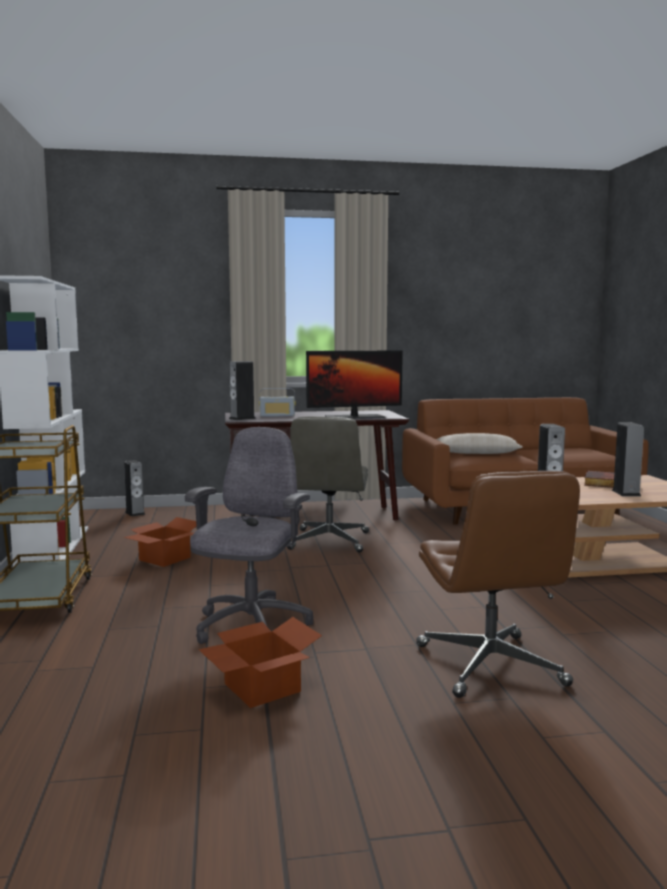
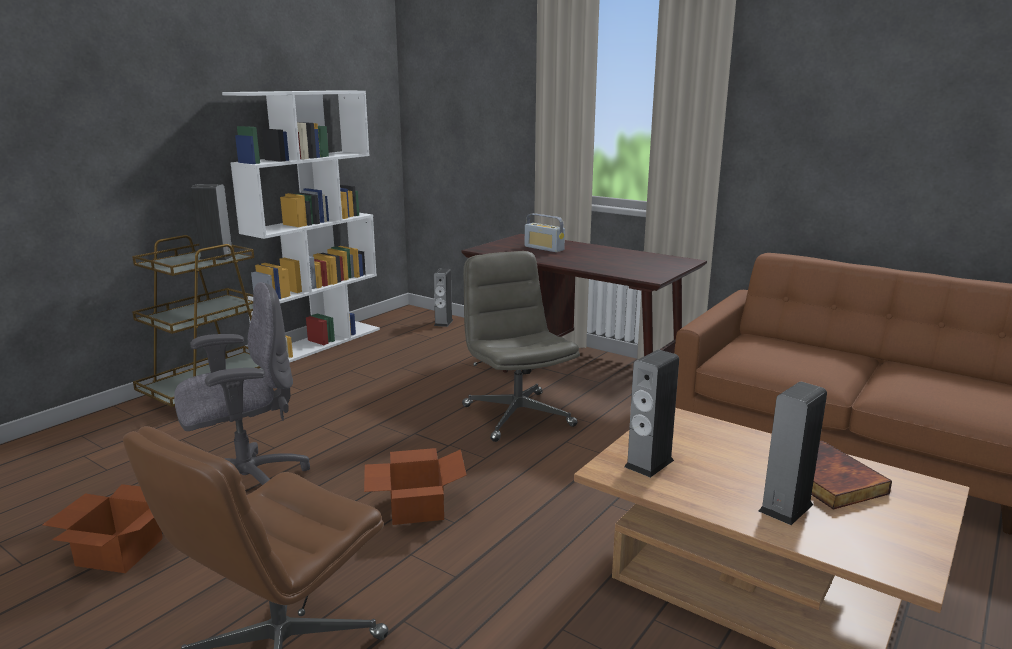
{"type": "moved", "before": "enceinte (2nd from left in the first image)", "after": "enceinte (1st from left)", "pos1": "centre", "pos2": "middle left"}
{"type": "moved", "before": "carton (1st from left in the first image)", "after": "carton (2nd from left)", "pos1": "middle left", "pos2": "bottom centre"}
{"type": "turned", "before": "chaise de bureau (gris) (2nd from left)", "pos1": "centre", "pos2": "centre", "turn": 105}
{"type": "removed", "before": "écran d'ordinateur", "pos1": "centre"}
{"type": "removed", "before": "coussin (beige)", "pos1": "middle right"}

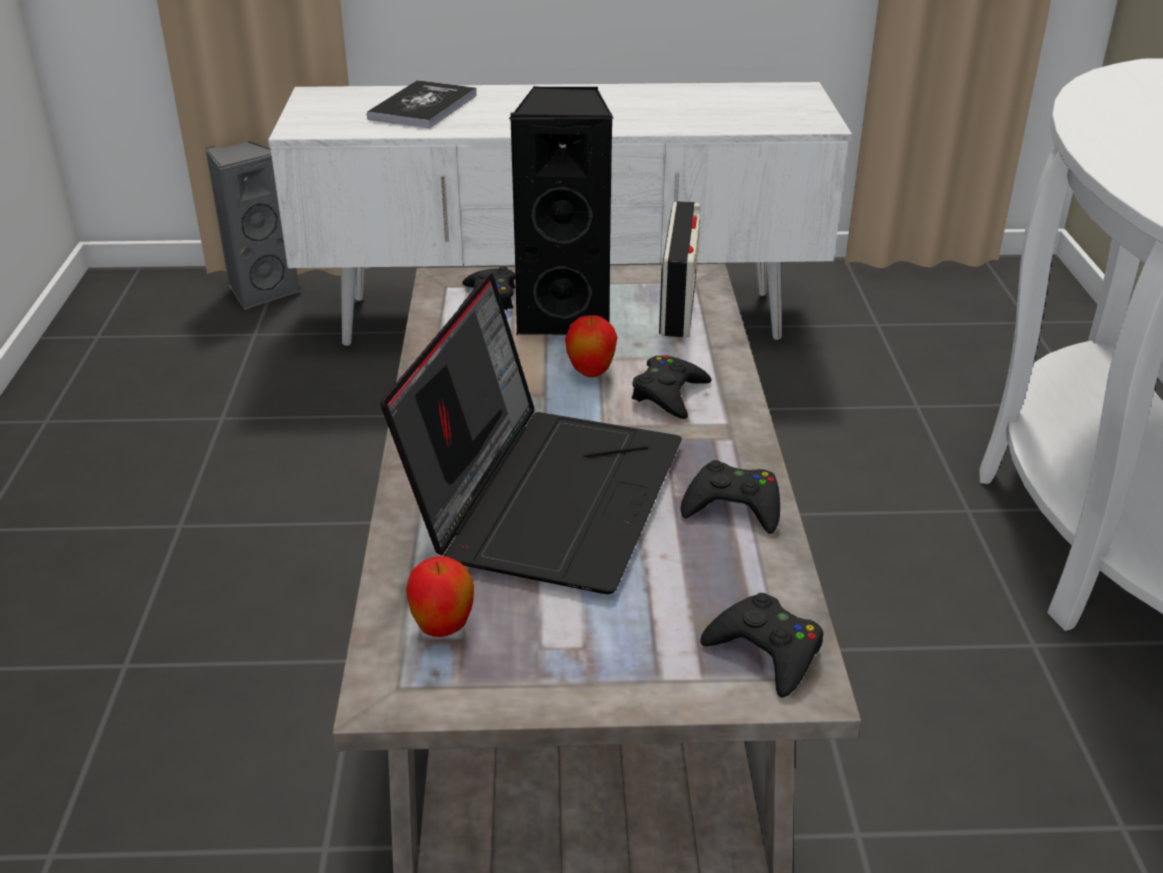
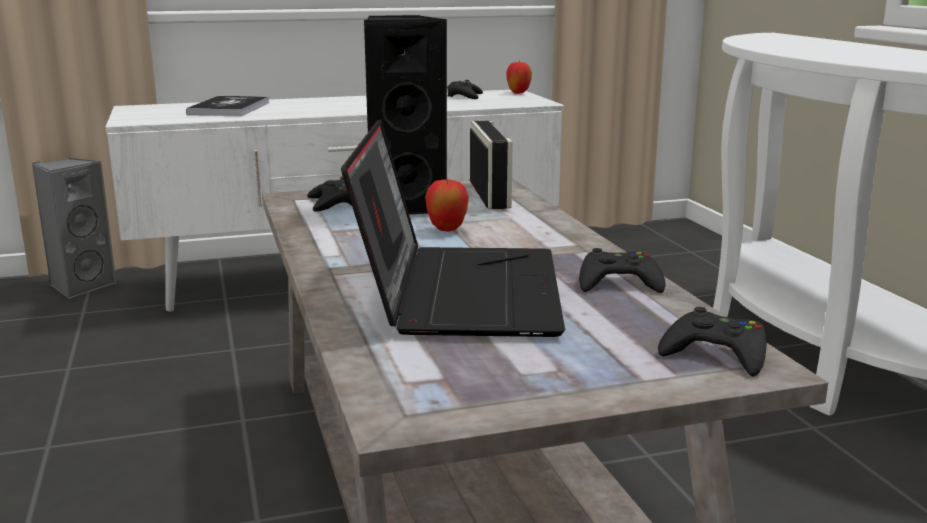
{"type": "moved", "before": "manette (noir) (2nd from left)", "pos1": "centre", "pos2": "top centre"}
{"type": "moved", "before": "pomme (1st from left in the first image)", "after": "pomme (2nd from left)", "pos1": "bottom centre", "pos2": "top centre"}

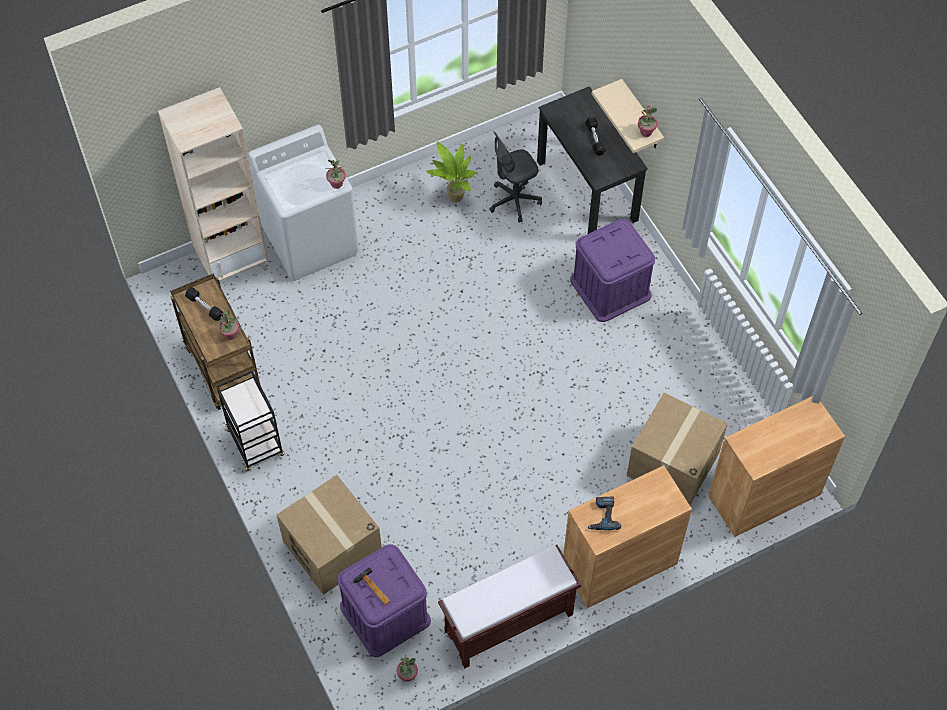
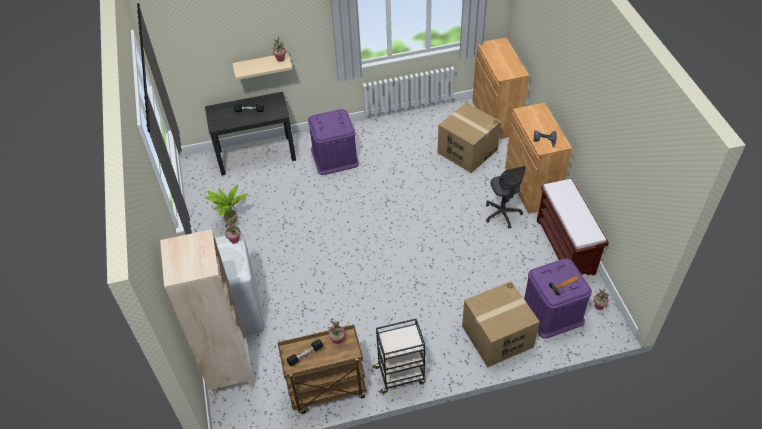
{"type": "moved", "before": "chaise de bureau (gris)", "pos1": "top centre", "pos2": "centre"}

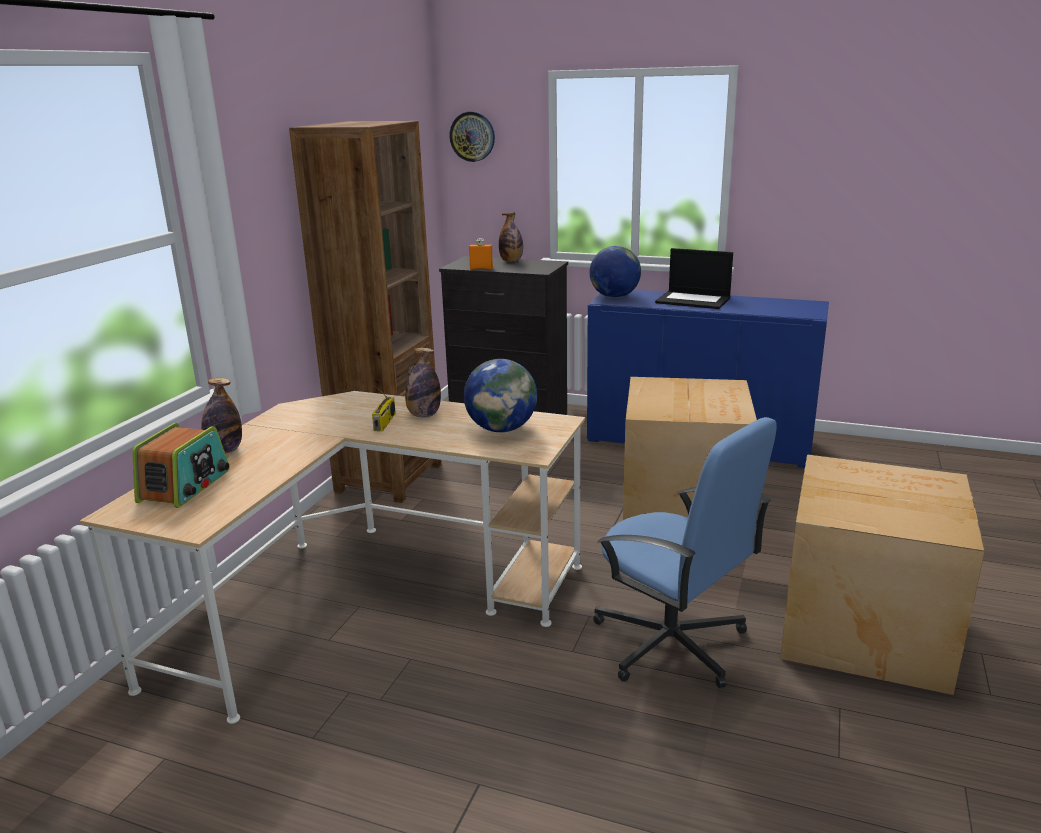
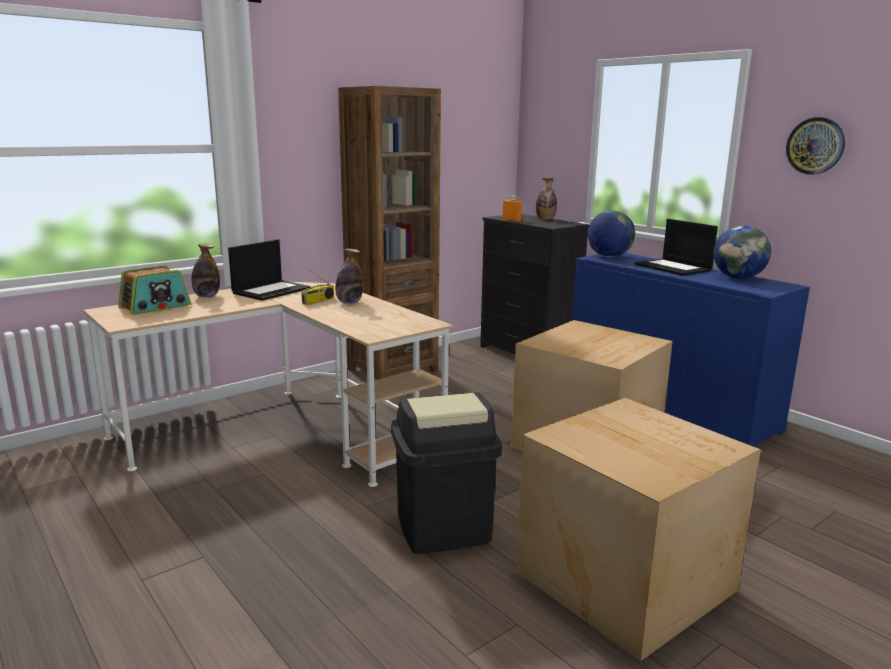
{"type": "added", "after": "ordinateur portable (1st from left)", "pos2": "middle left"}
{"type": "replaced", "before": "chaise de bureau (bleu)", "after": "poubelle (noir)", "pos1": "centre", "pos2": "bottom centre"}
{"type": "moved", "before": "globe (1st from left in the first image)", "after": "globe (2nd from left)", "pos1": "centre", "pos2": "middle right"}
{"type": "moved", "before": "horloge murale", "pos1": "top centre", "pos2": "top right"}

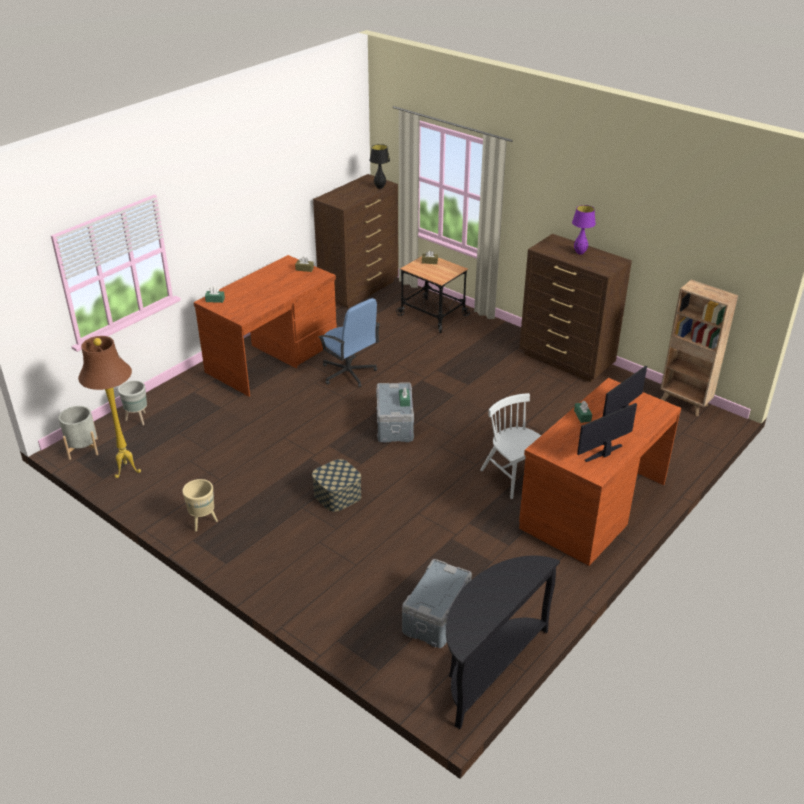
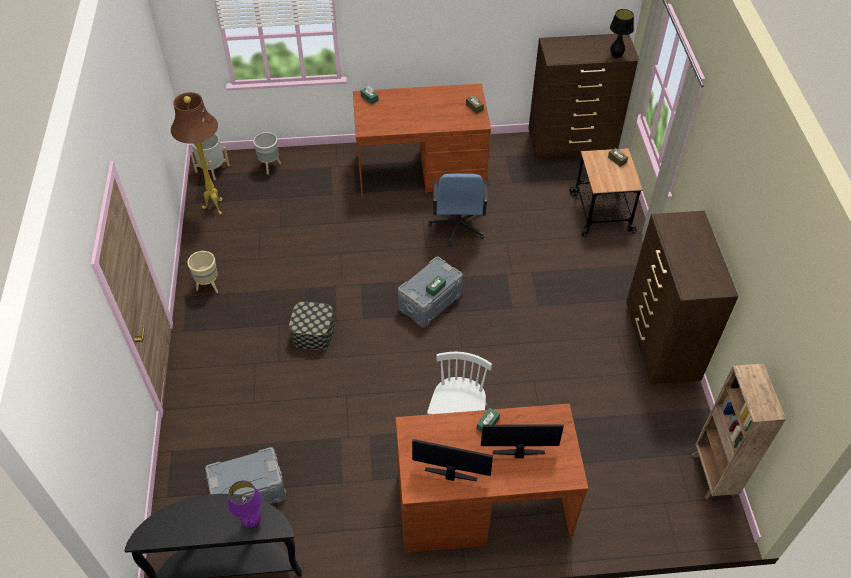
{"type": "moved", "before": "lampe de table (violet)", "pos1": "top right", "pos2": "bottom left"}

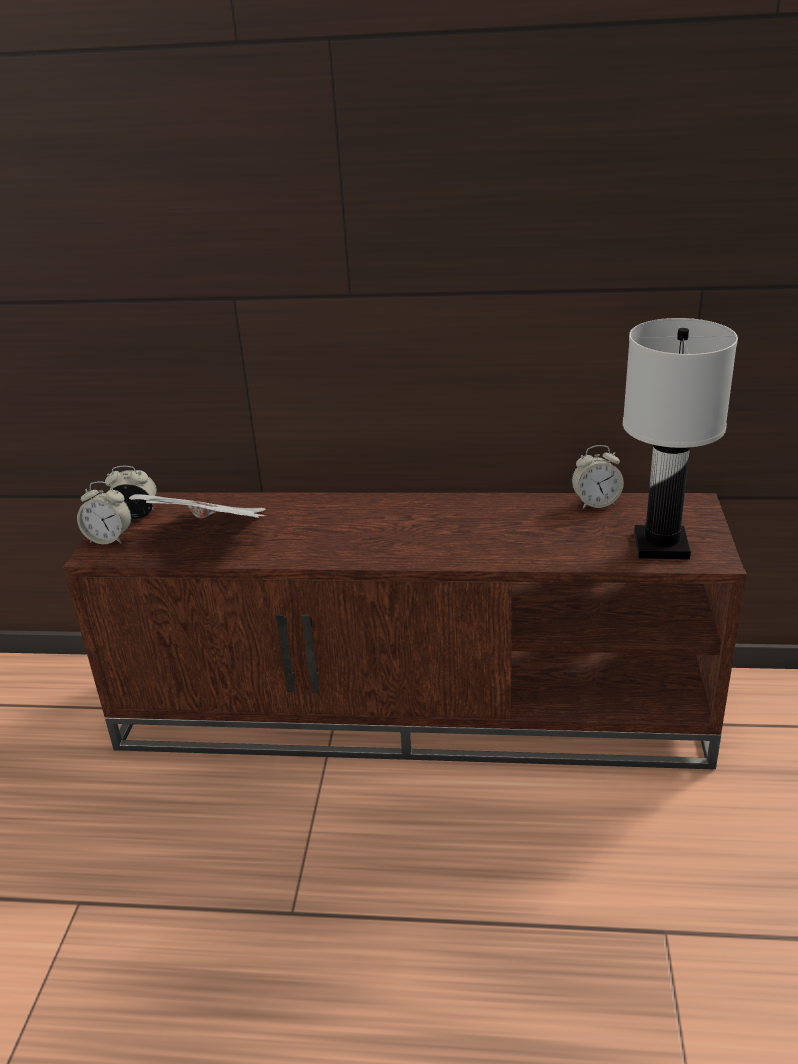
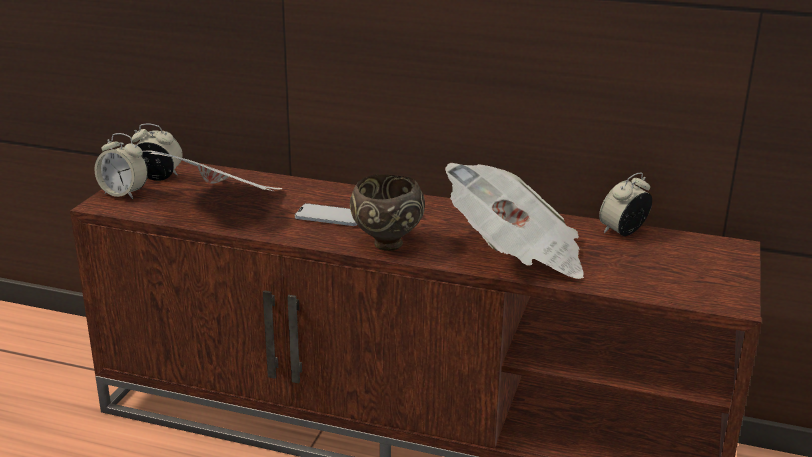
{"type": "added", "after": "téléphone", "pos2": "centre"}
{"type": "added", "after": "bol (marron)", "pos2": "centre"}
{"type": "added", "after": "journal (2nd from left)", "pos2": "centre"}
{"type": "turned", "before": "réveil (3rd from left)", "pos1": "middle right", "pos2": "middle right", "turn": 135}
{"type": "removed", "before": "lampe de table (blanc)", "pos1": "middle right"}

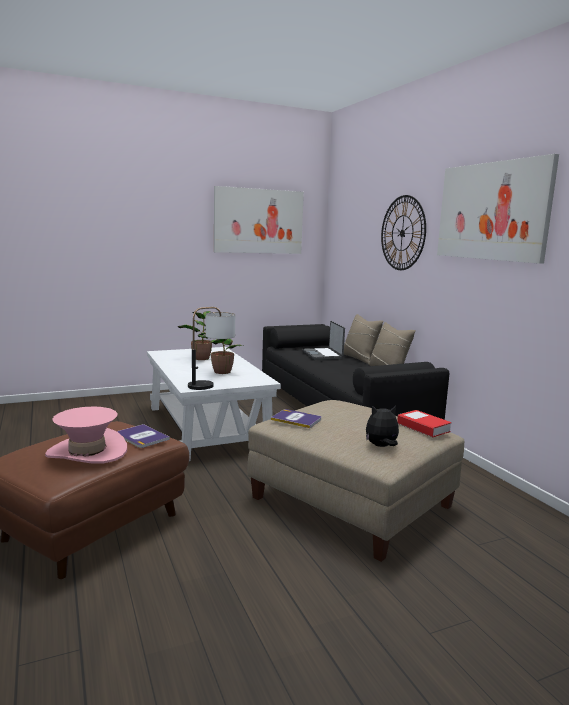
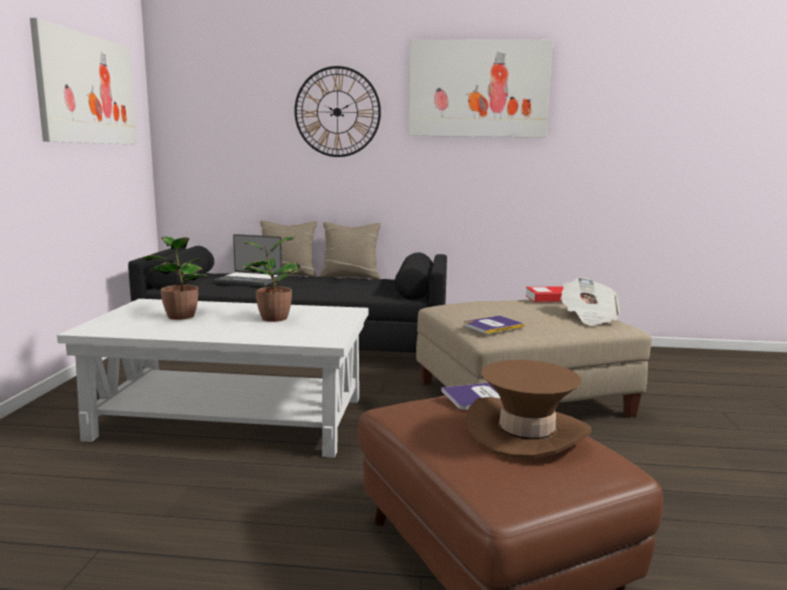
{"type": "recoloured", "before": "chapeau (rose)", "after": "chapeau (marron)", "pos1": "middle left", "pos2": "bottom right"}
{"type": "replaced", "before": "peluche", "after": "journal", "pos1": "middle right", "pos2": "middle right"}
{"type": "removed", "before": "lampe de table", "pos1": "centre"}

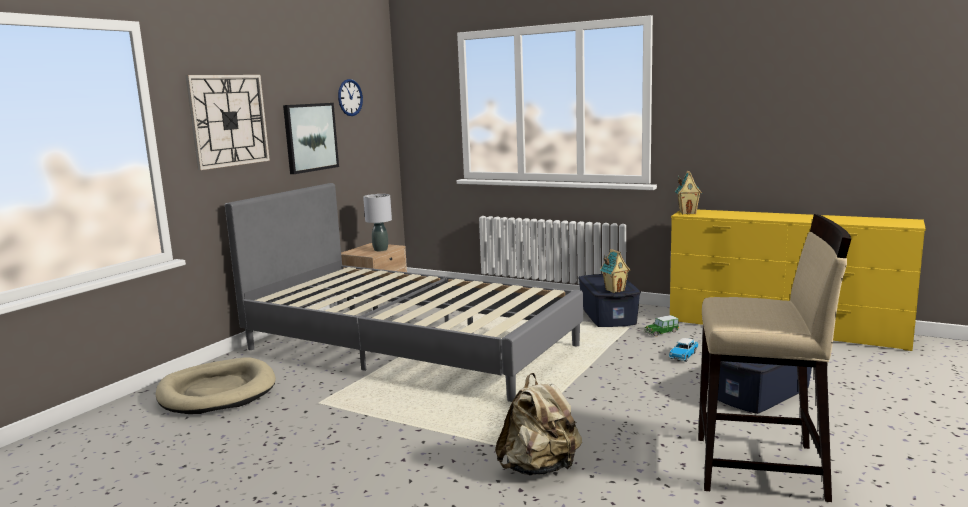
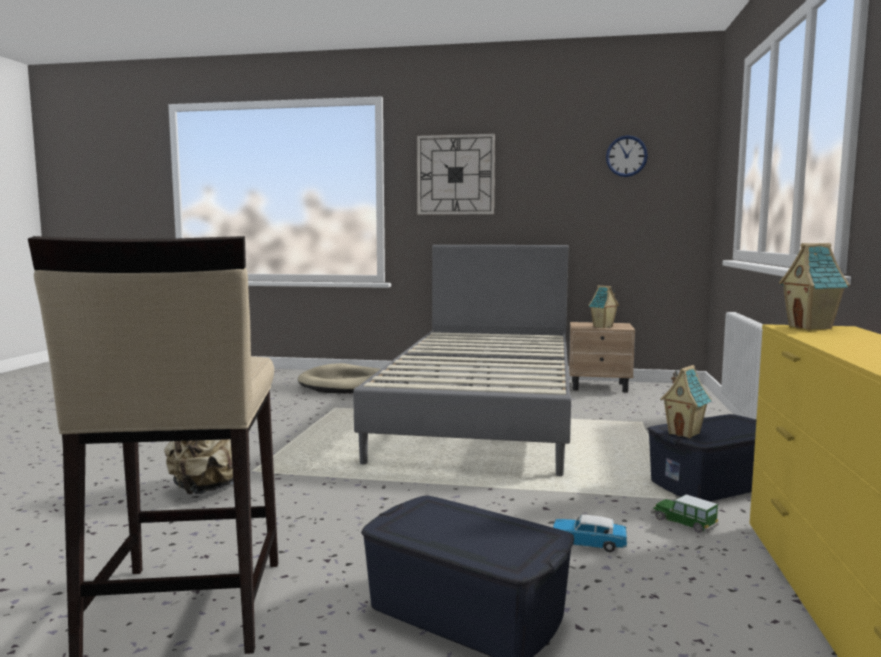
{"type": "replaced", "before": "lampe de table (gris)", "after": "maison miniature (1st from left)", "pos1": "centre", "pos2": "middle right"}
{"type": "removed", "before": "tableau", "pos1": "top left"}

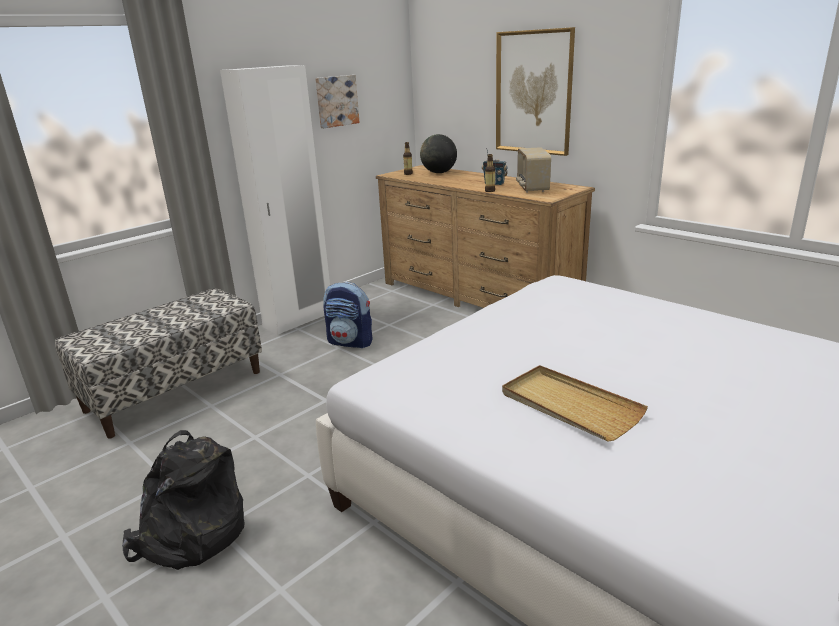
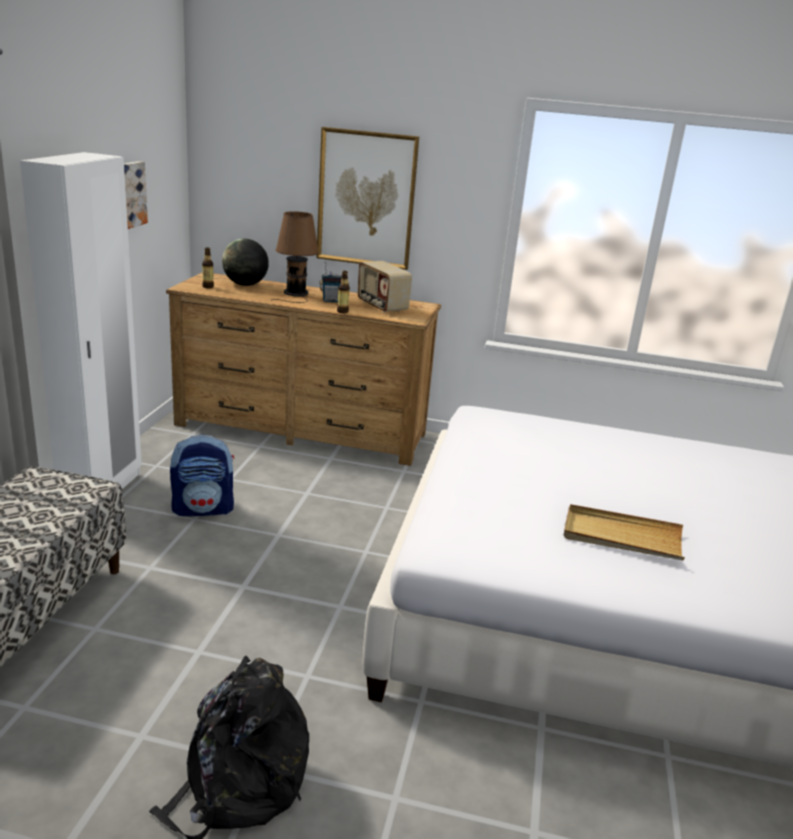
{"type": "added", "after": "lampe de table (marron)", "pos2": "top centre"}

